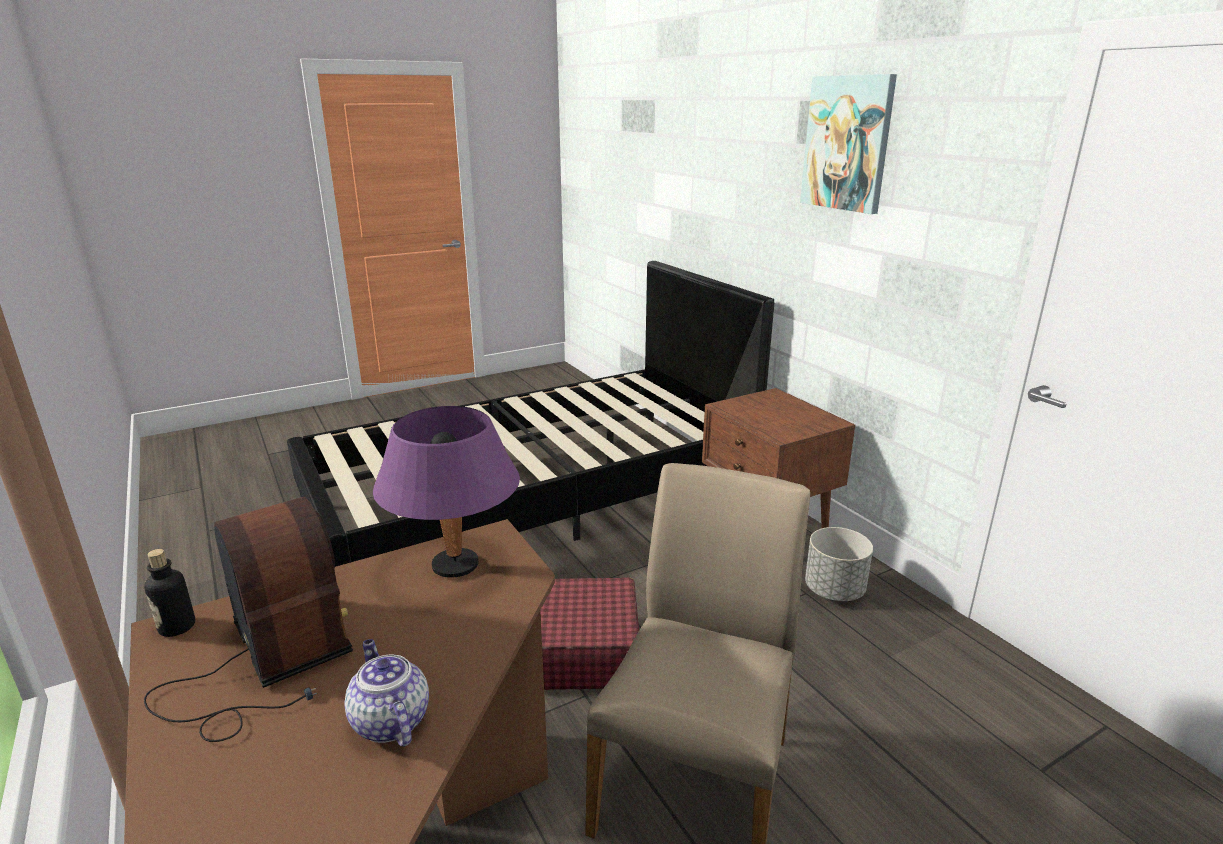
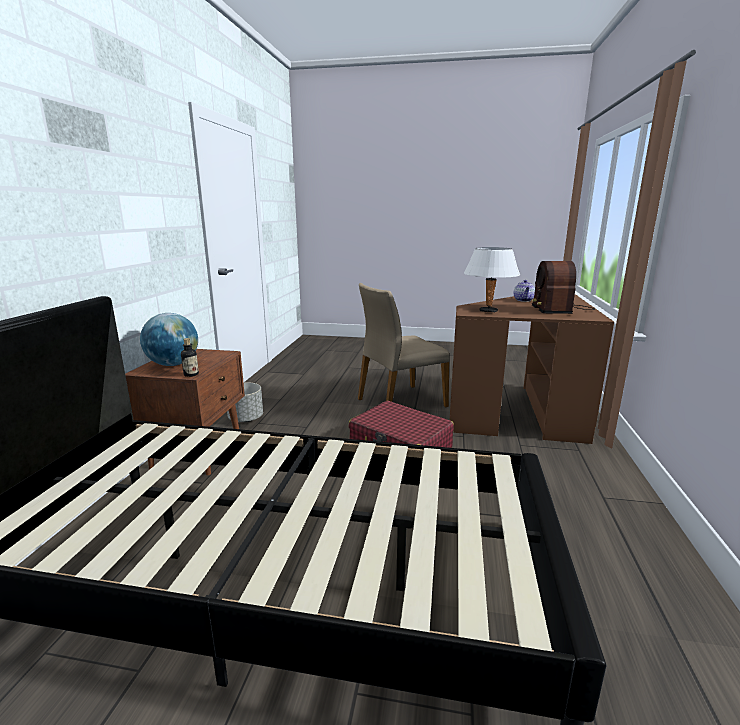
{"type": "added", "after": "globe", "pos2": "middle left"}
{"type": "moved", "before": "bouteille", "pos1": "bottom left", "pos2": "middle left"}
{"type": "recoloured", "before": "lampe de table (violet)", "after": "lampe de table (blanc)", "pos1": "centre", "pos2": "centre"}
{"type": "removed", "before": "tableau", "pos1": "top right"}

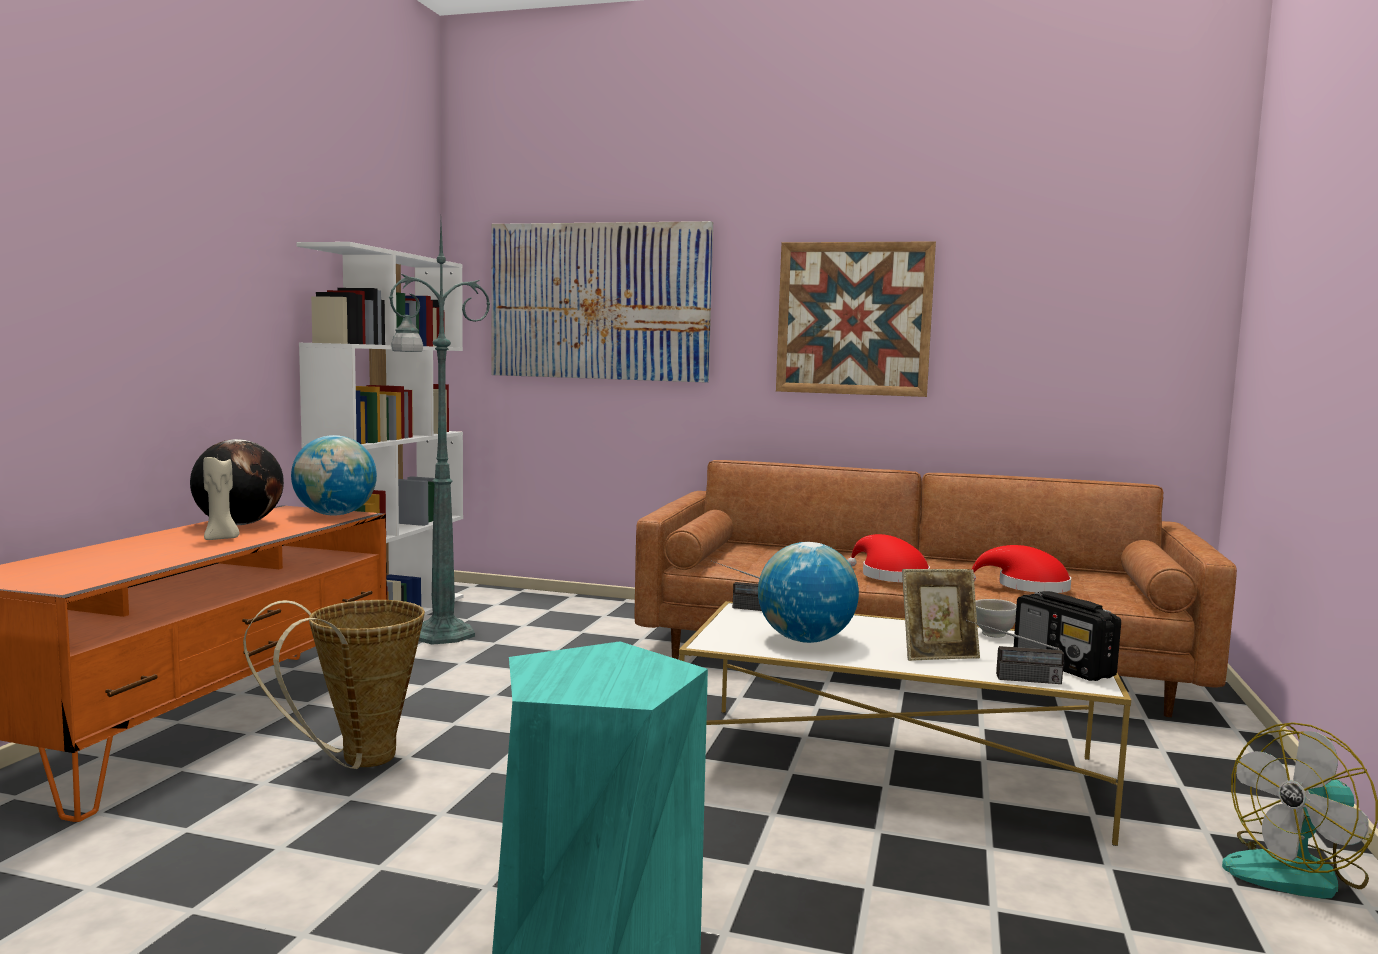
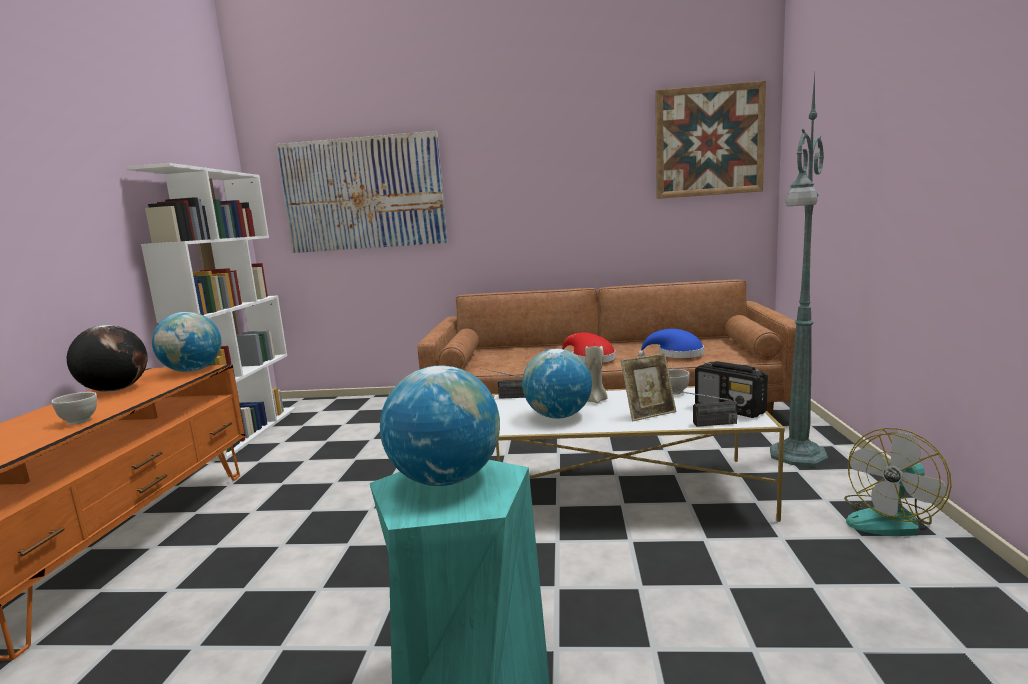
{"type": "added", "after": "bol (blanc) (1st from left)", "pos2": "middle left"}
{"type": "added", "after": "globe (3rd from left)", "pos2": "centre"}
{"type": "moved", "before": "bougie (beige)", "pos1": "middle left", "pos2": "centre"}
{"type": "recoloured", "before": "chapeau (rouge) (2nd from left)", "after": "chapeau (bleu)", "pos1": "middle right", "pos2": "centre"}
{"type": "moved", "before": "tableau (2nd from left)", "pos1": "centre", "pos2": "top right"}
{"type": "moved", "before": "lampadaire (vert)", "pos1": "middle left", "pos2": "middle right"}
{"type": "removed", "before": "panier", "pos1": "bottom left"}

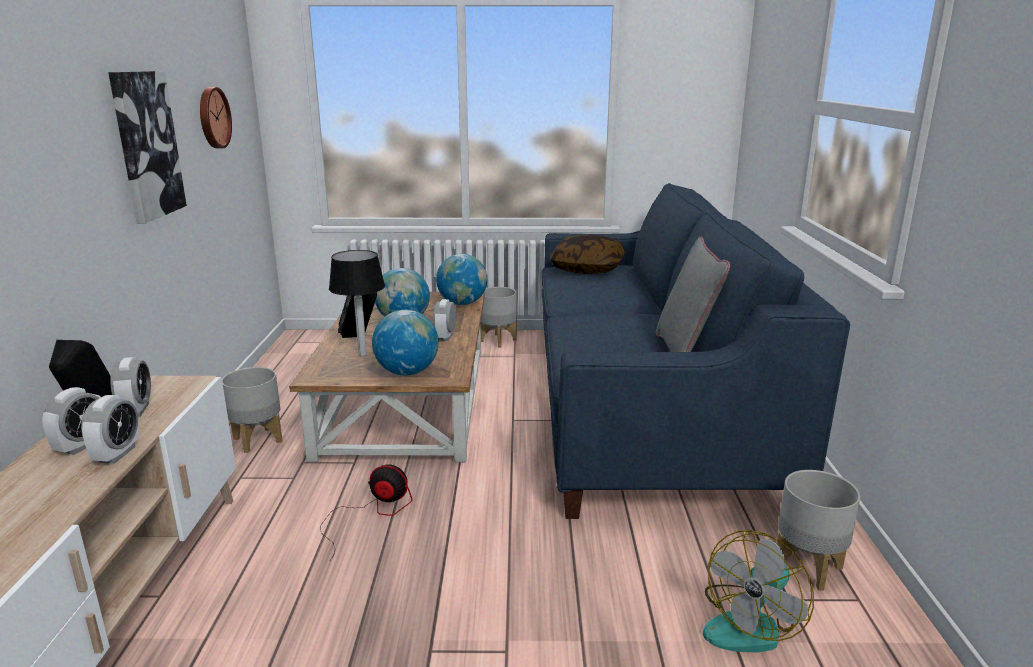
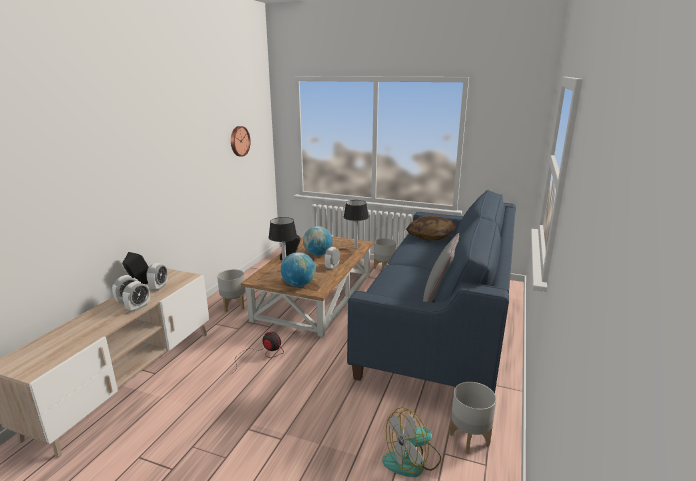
{"type": "replaced", "before": "globe (3rd from left)", "after": "lampe de table (2nd from left)", "pos1": "centre", "pos2": "centre"}
{"type": "removed", "before": "tableau", "pos1": "top left"}

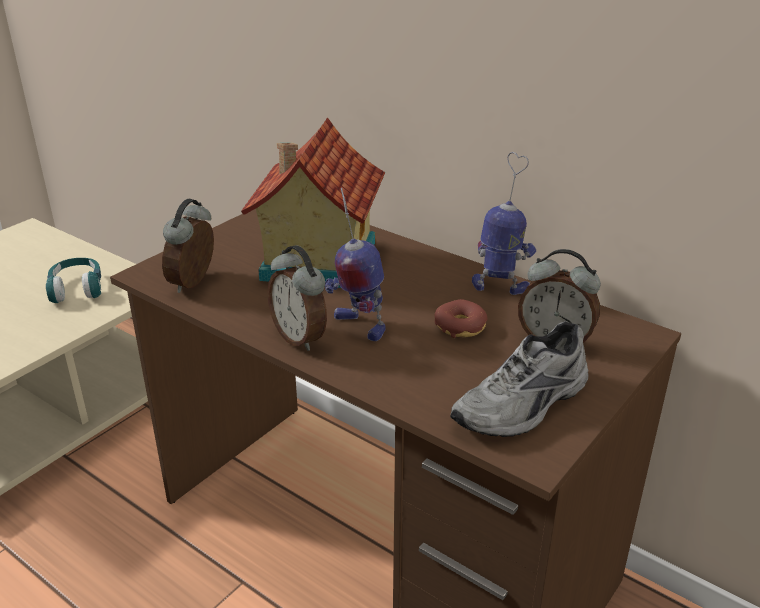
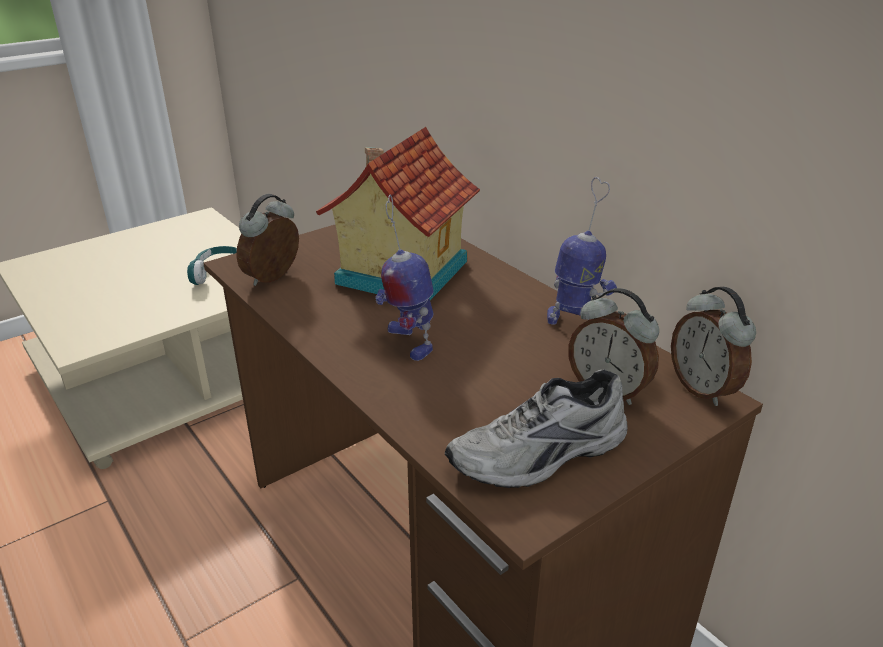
{"type": "moved", "before": "réveil (2nd from left in the first image)", "after": "réveil (3rd from left)", "pos1": "centre", "pos2": "middle right"}
{"type": "removed", "before": "beignet", "pos1": "centre"}

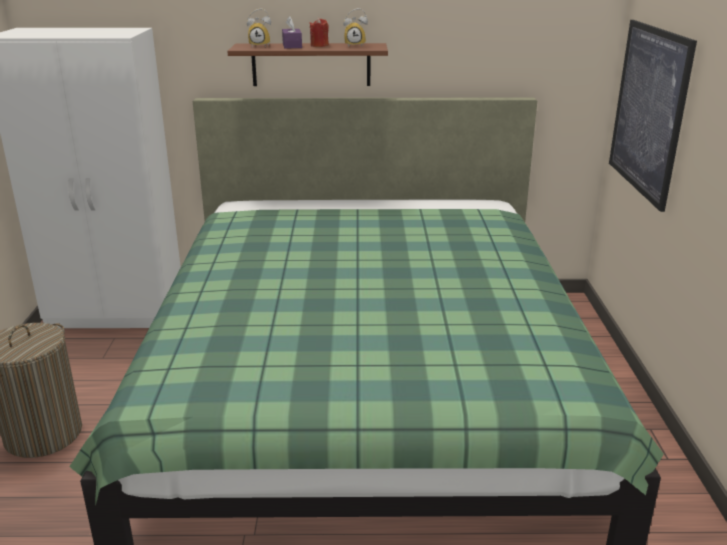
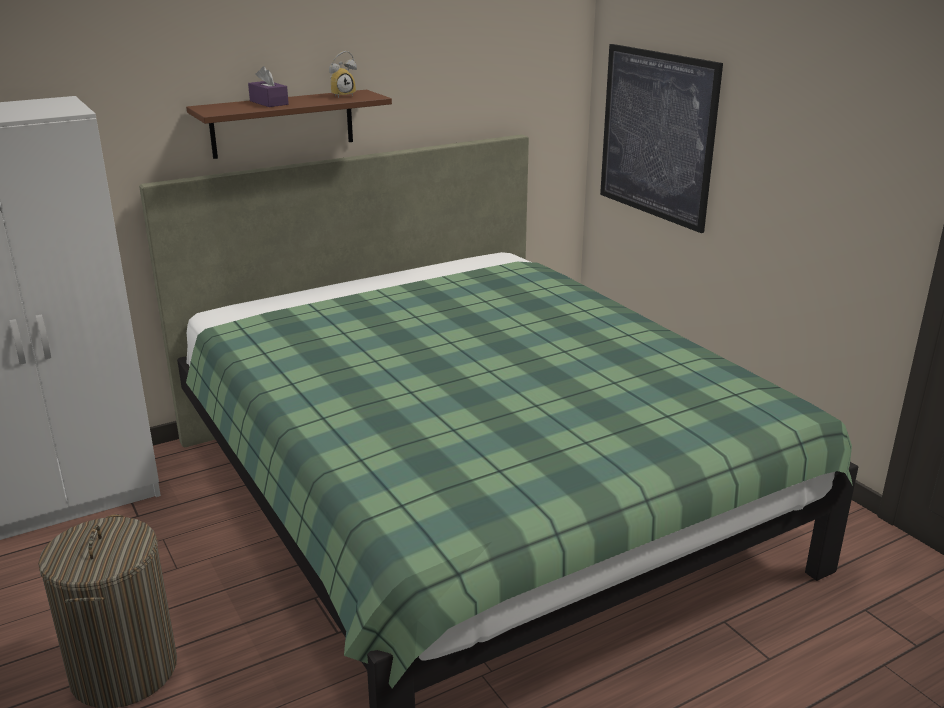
{"type": "removed", "before": "réveil (1st from left)", "pos1": "top centre"}
{"type": "removed", "before": "bougie (rouge)", "pos1": "top centre"}

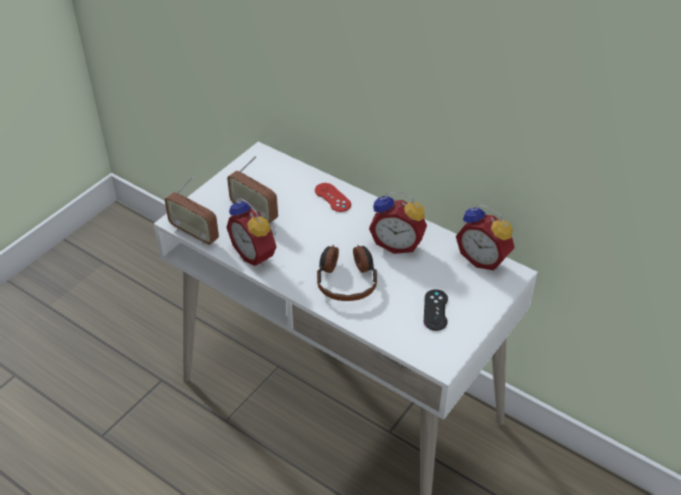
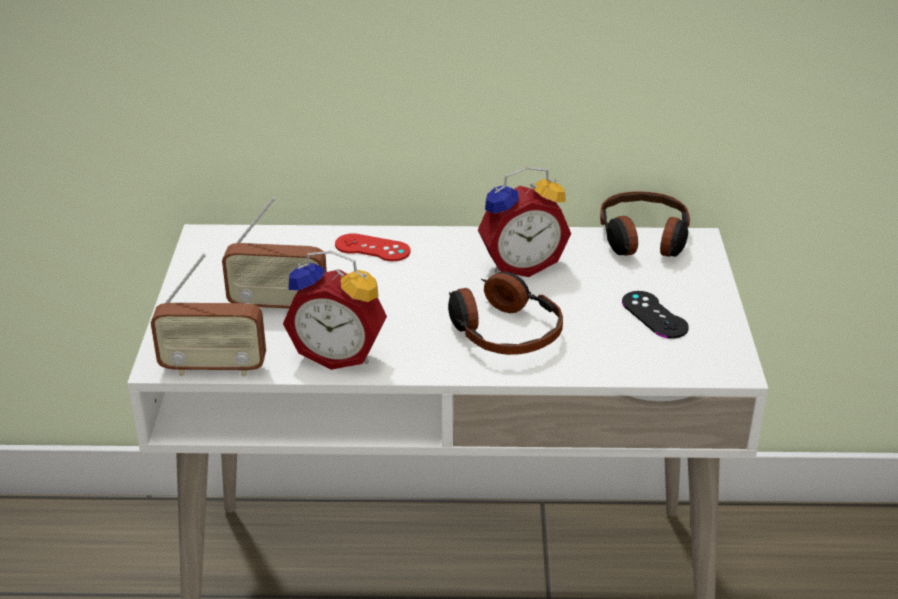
{"type": "replaced", "before": "réveil (3rd from left)", "after": "casque audio (2nd from left)", "pos1": "middle right", "pos2": "middle right"}

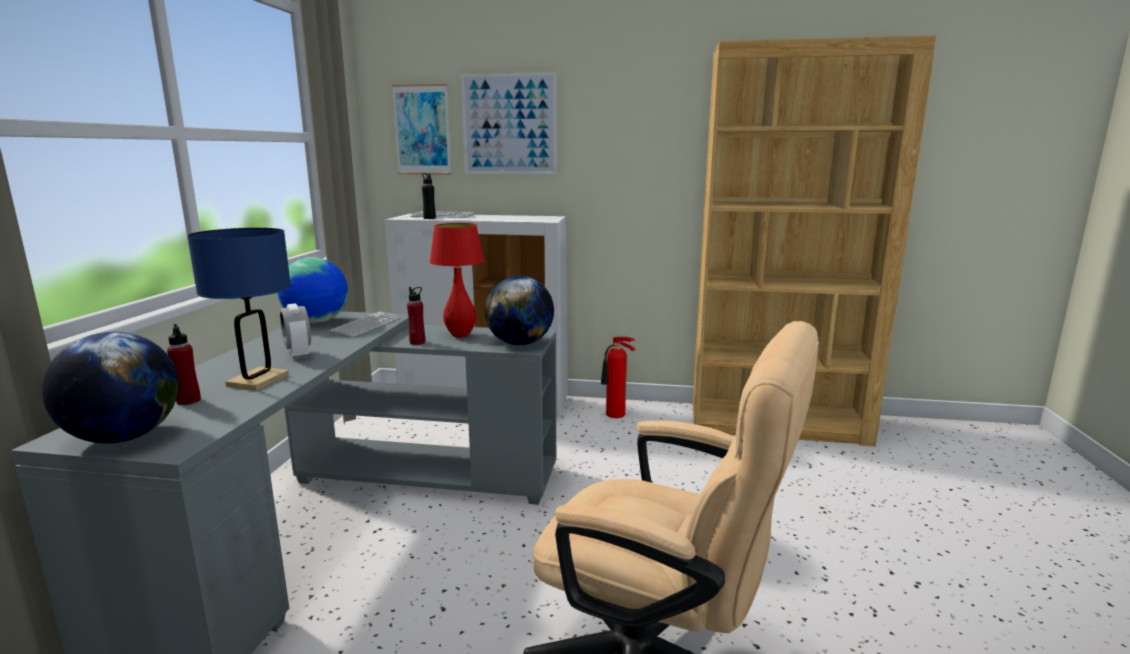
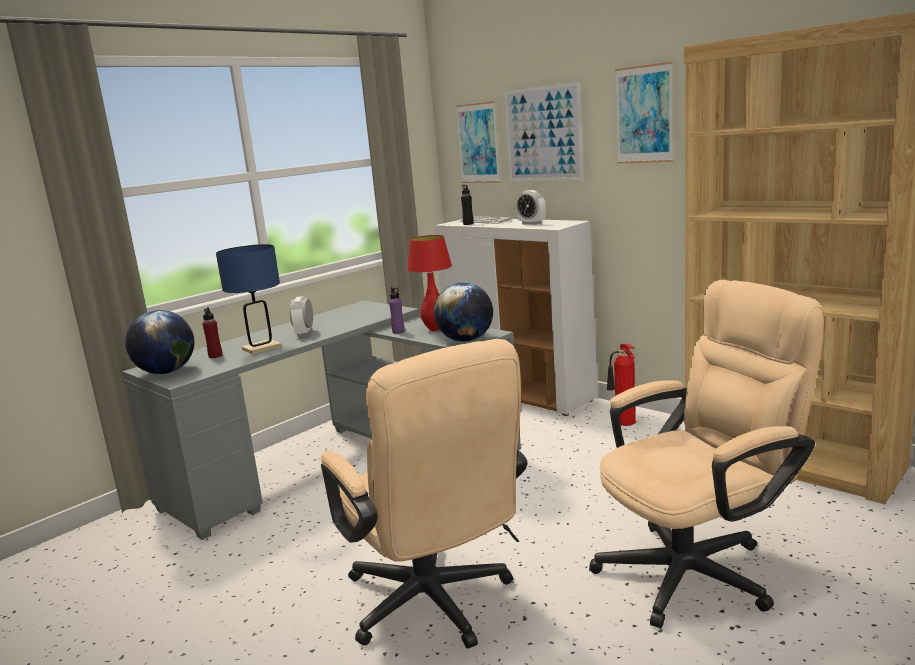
{"type": "recoloured", "before": "bouteille (rouge) (2nd from left)", "after": "bouteille (violet)", "pos1": "centre", "pos2": "centre"}
{"type": "added", "after": "réveil (2nd from left)", "pos2": "top centre"}
{"type": "added", "after": "chaise de bureau (beige) (2nd from left)", "pos2": "bottom right"}
{"type": "added", "after": "tableau (3rd from left)", "pos2": "top right"}
{"type": "removed", "before": "globe (2nd from left)", "pos1": "middle left"}
{"type": "removed", "before": "clavier (1st from left)", "pos1": "middle left"}

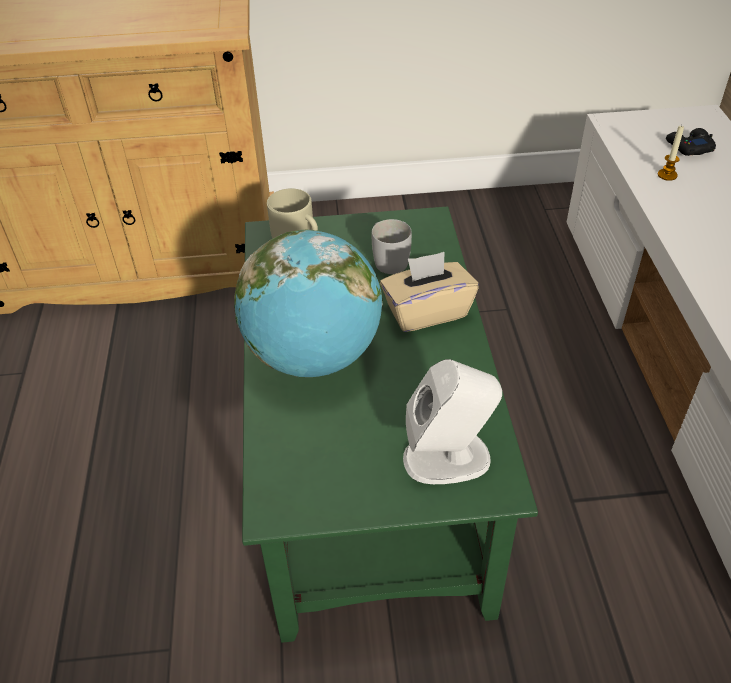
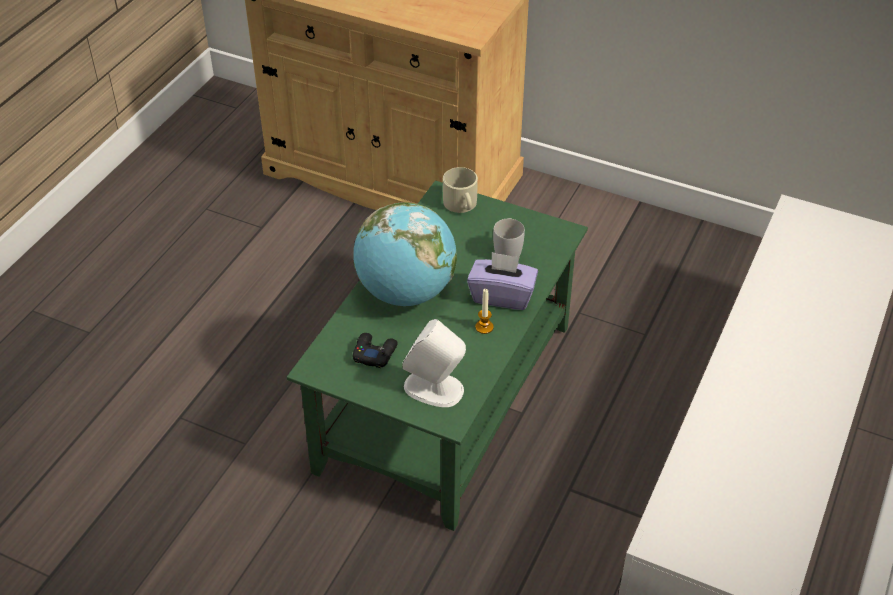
{"type": "moved", "before": "manette (noir)", "pos1": "top right", "pos2": "centre"}
{"type": "recoloured", "before": "boîte à mouchoirs (beige)", "after": "boîte à mouchoirs (violet)", "pos1": "centre", "pos2": "centre"}
{"type": "moved", "before": "bougie", "pos1": "top right", "pos2": "centre"}

